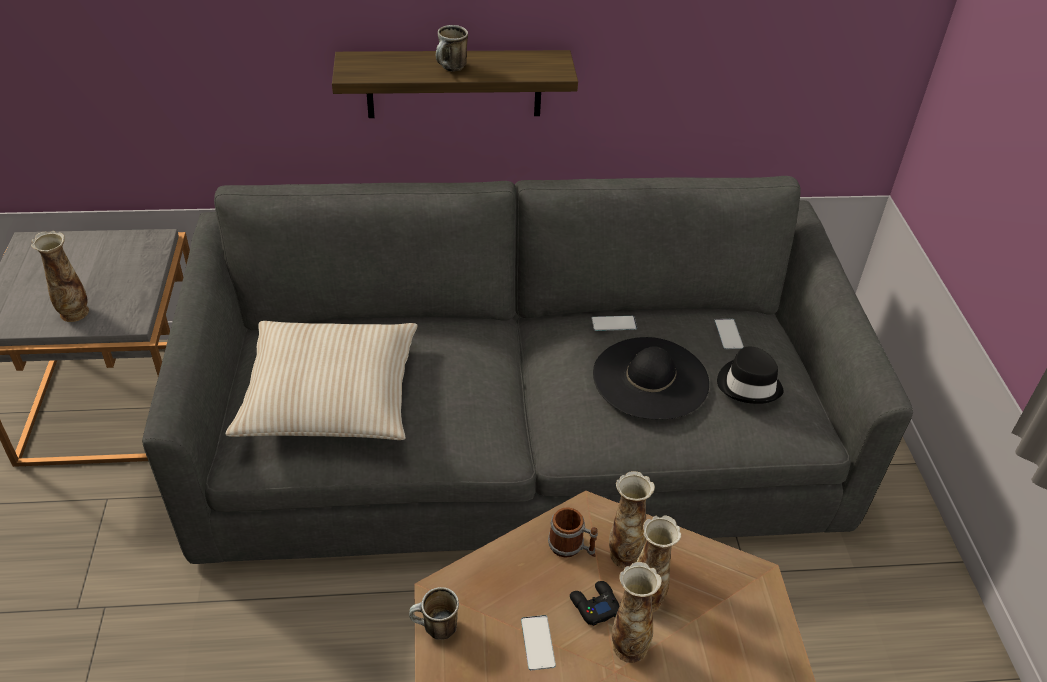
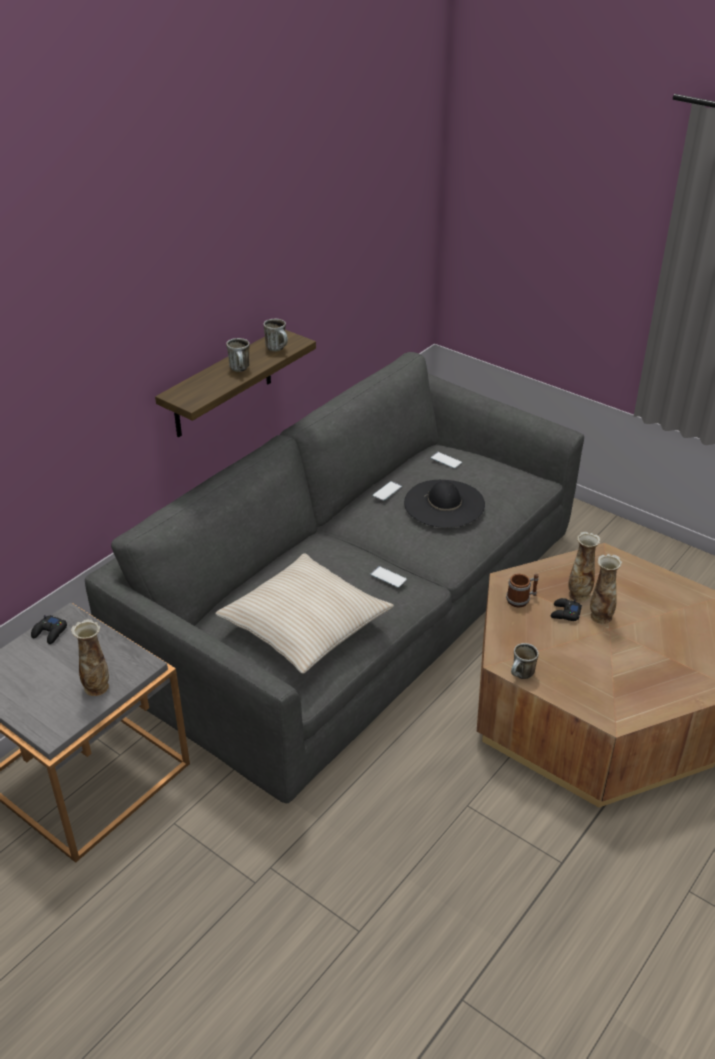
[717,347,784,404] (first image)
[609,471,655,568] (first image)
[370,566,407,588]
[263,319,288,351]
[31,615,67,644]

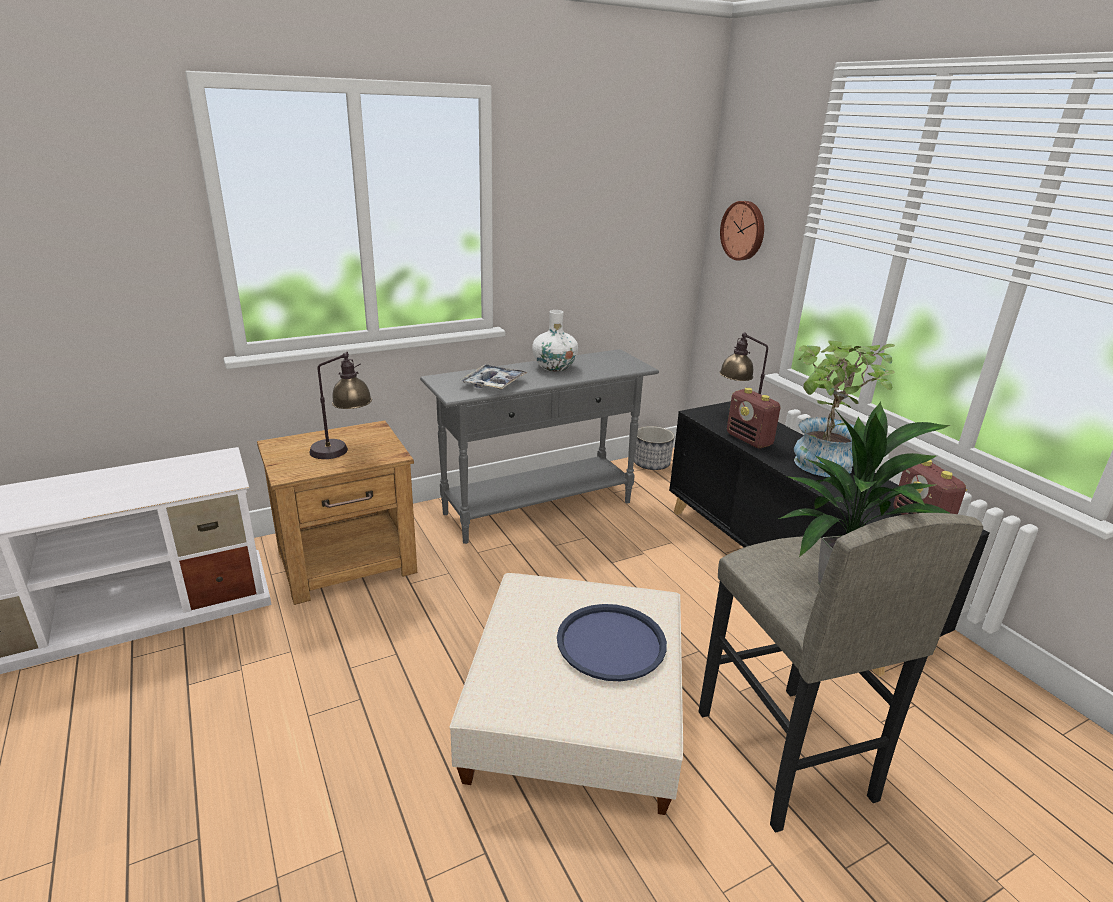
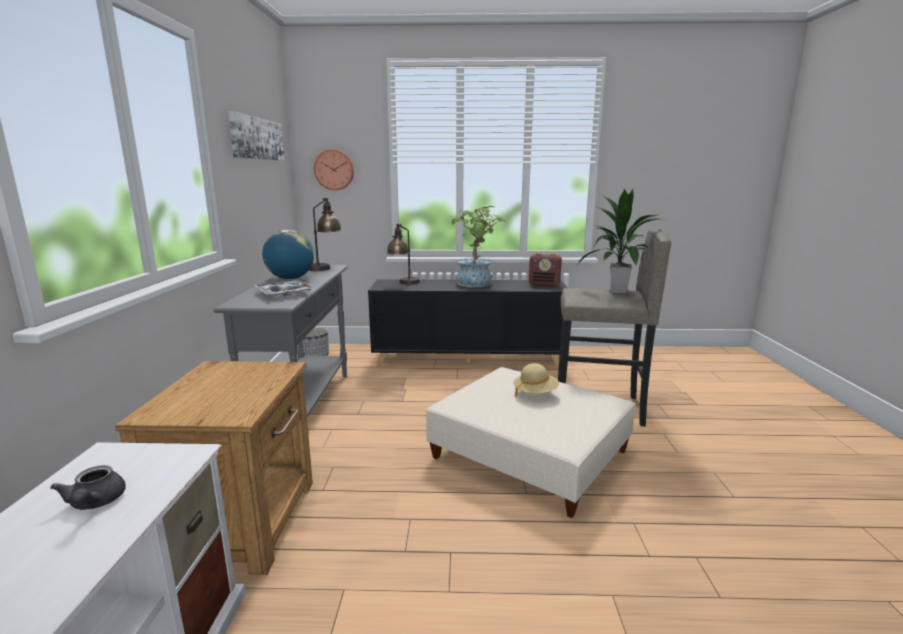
[262,230,314,279]
[309,197,342,271]
[727,388,781,448] (first image)
[513,363,559,398]
[228,111,284,161]
[50,465,126,510]

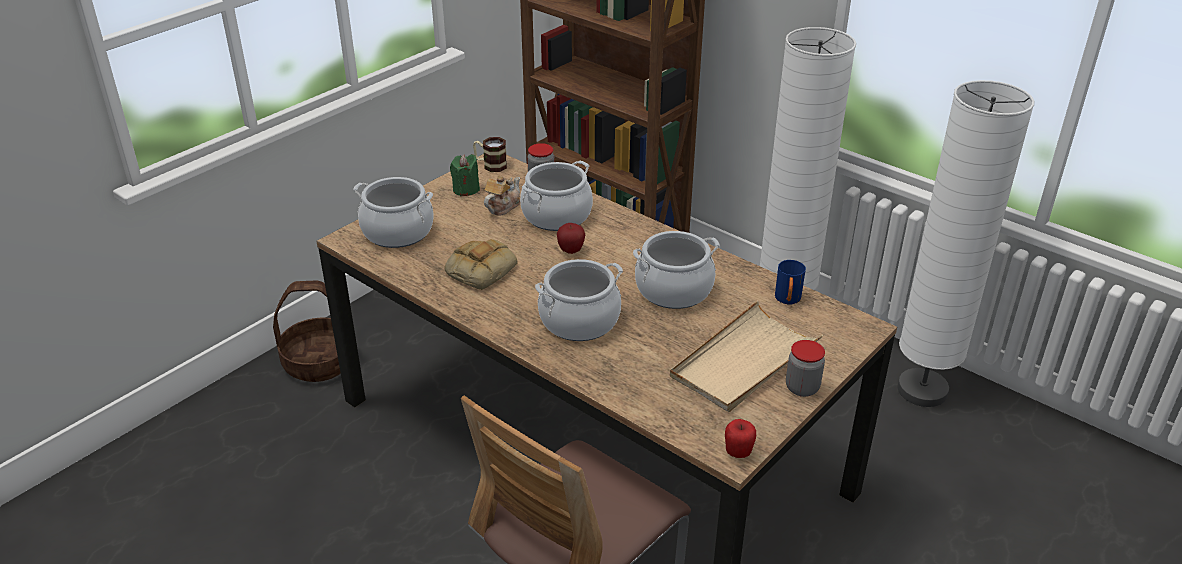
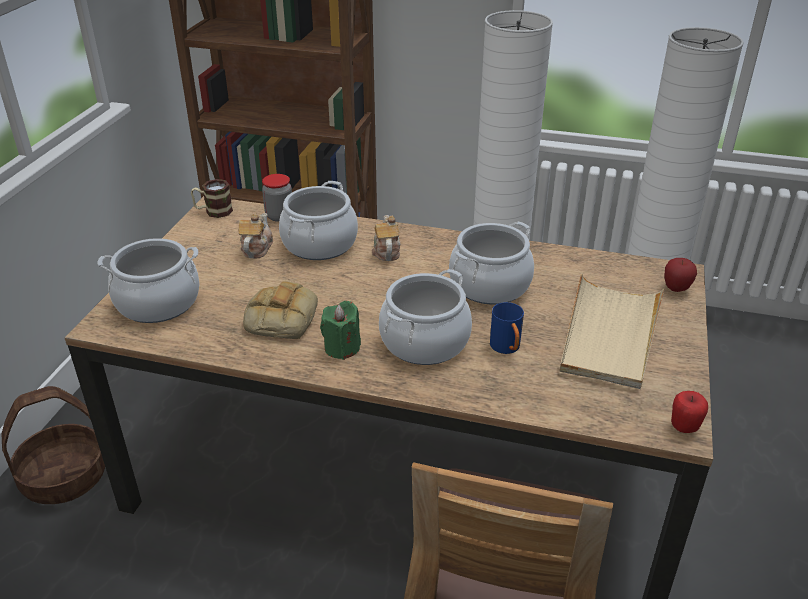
[320,301,361,360]
[664,258,697,292]
[490,302,524,354]
[786,340,825,397] (first image)
[372,215,400,261]

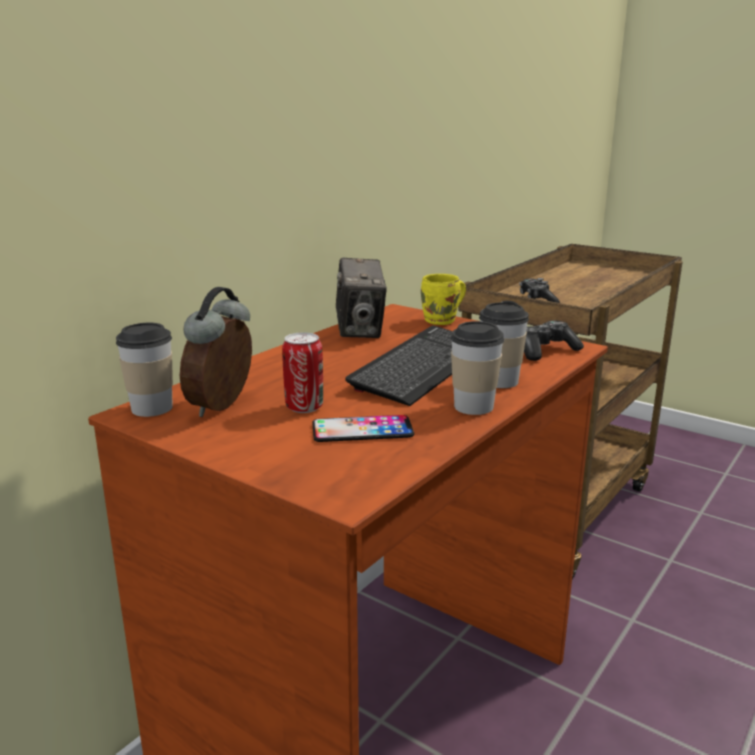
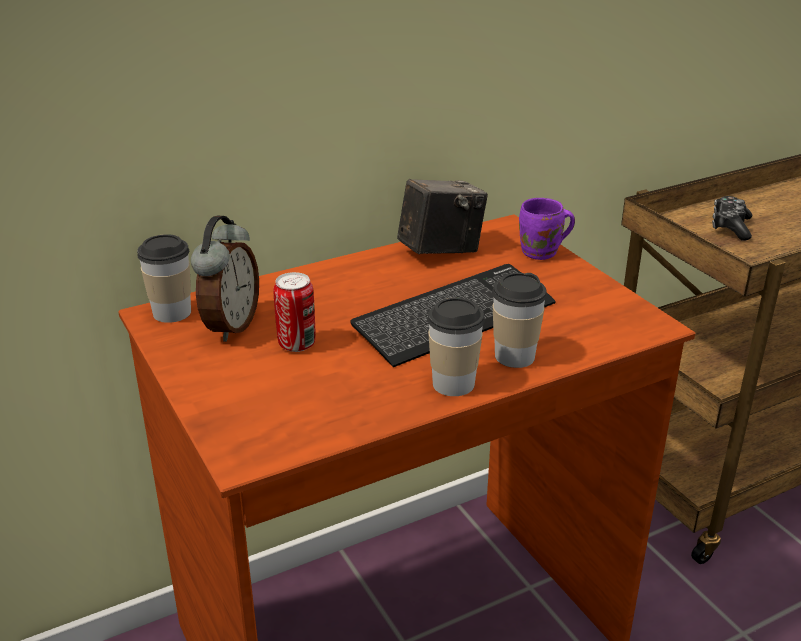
[397,179,488,254]
[519,198,575,260]
[191,216,259,342]
[524,321,584,361] (first image)
[312,415,414,442] (first image)

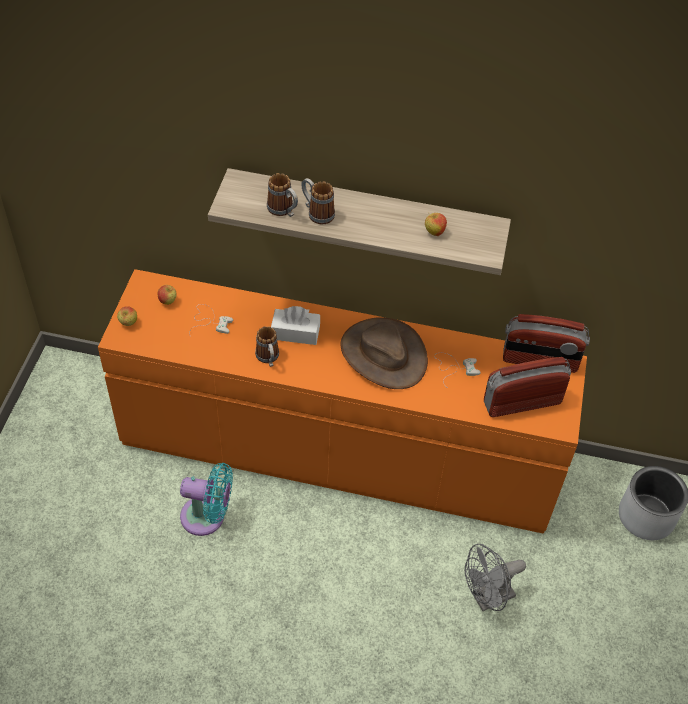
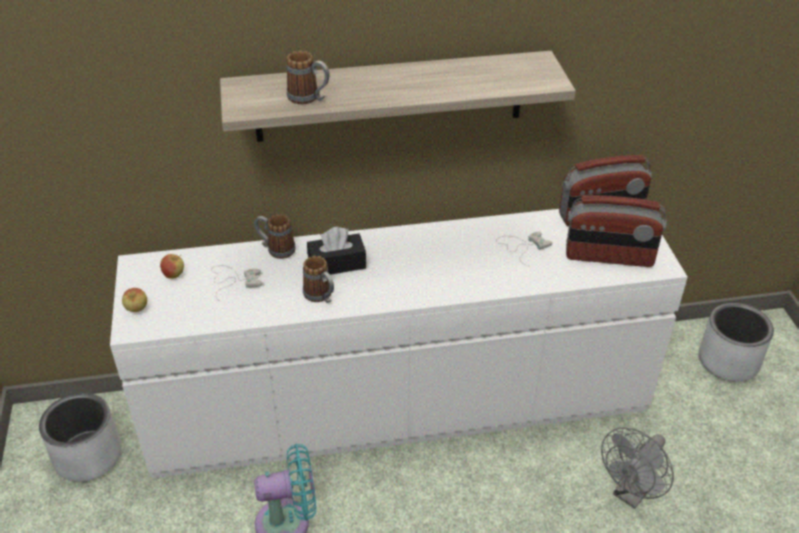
[254,214,296,259]
[425,212,447,236] (first image)
[110,209,688,479]
[307,227,366,275]
[341,317,428,389] (first image)
[566,195,667,267]
[39,393,122,482]

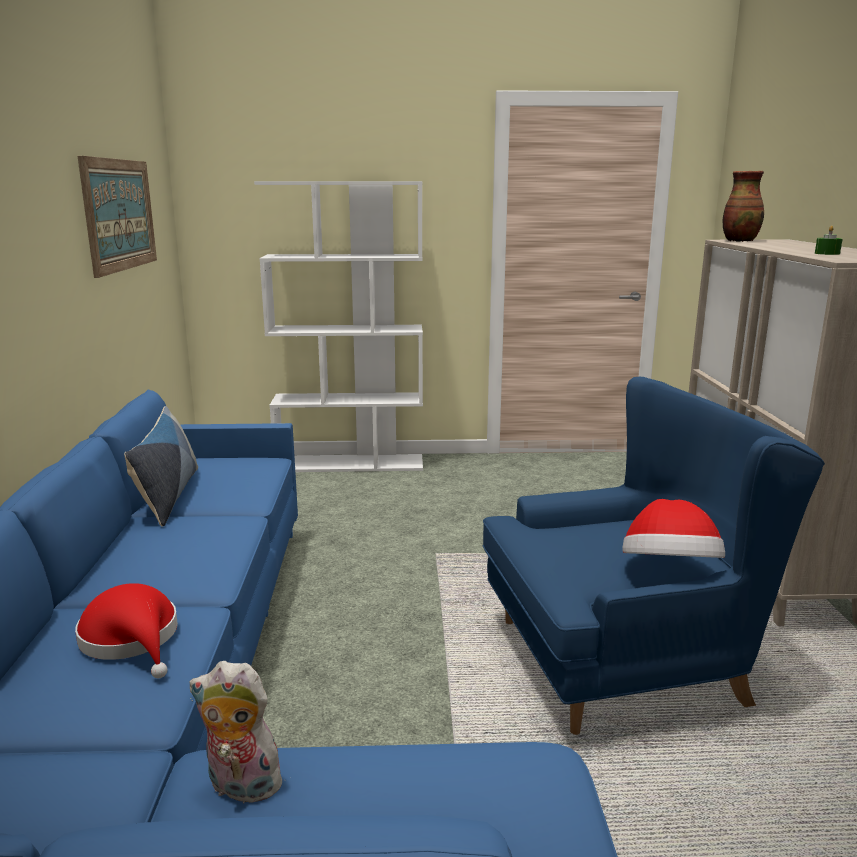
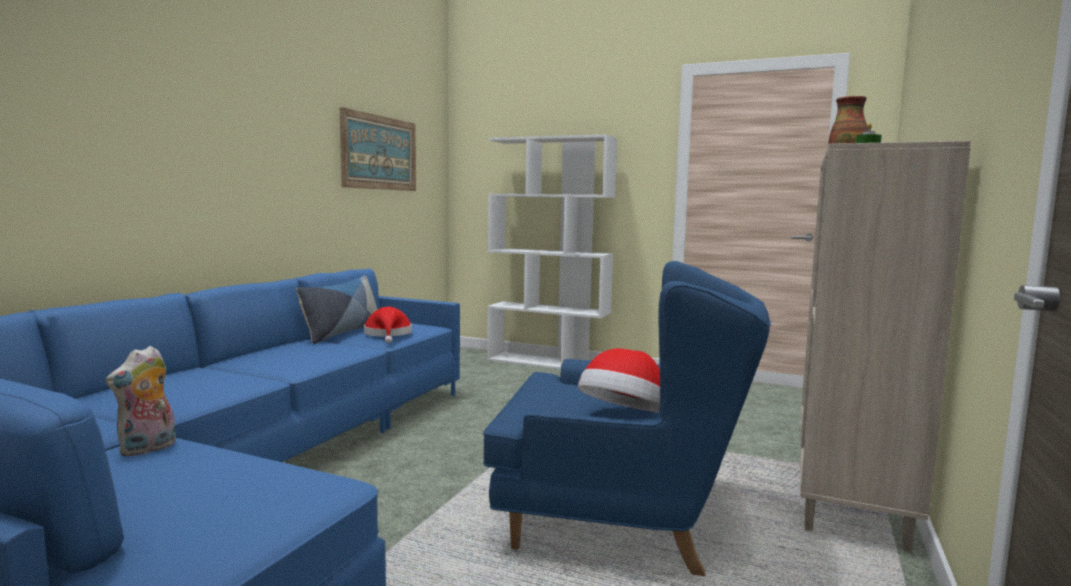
[364,307,412,343]
[105,346,176,456]

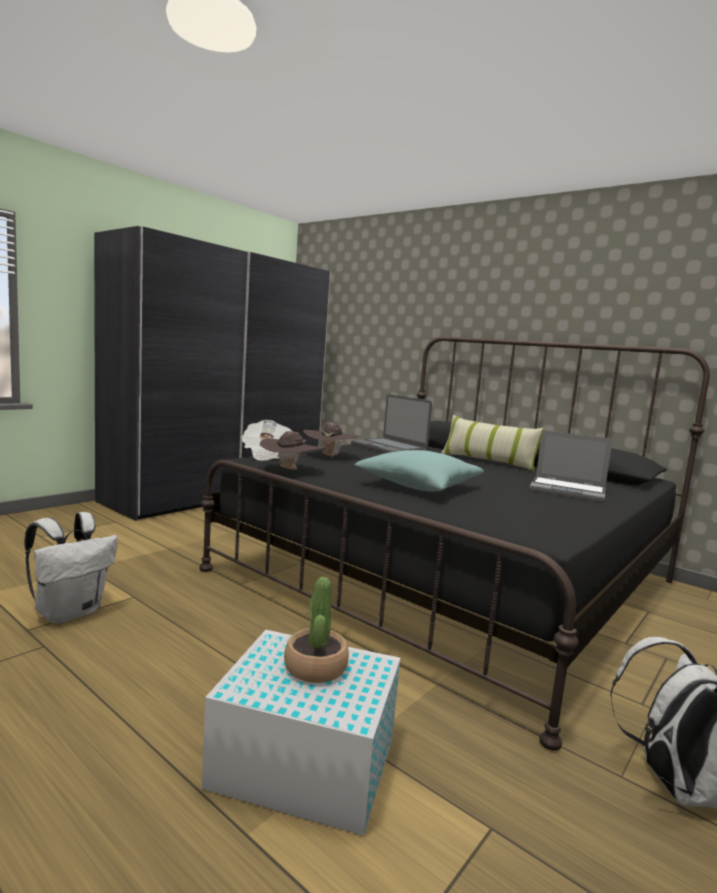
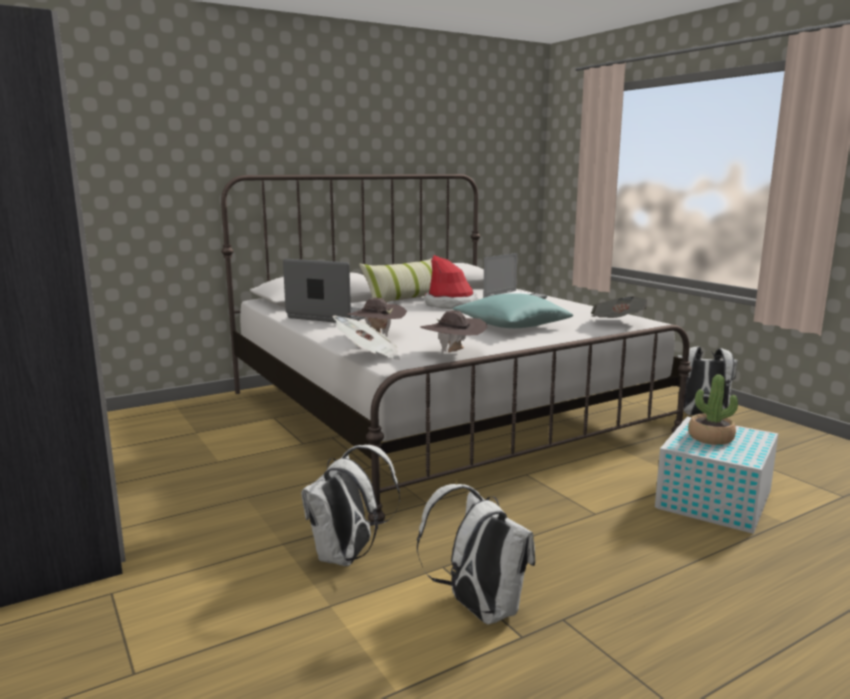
[221,174,692,522]
[283,259,365,323]
[424,255,479,309]
[591,296,648,318]
[301,445,400,566]

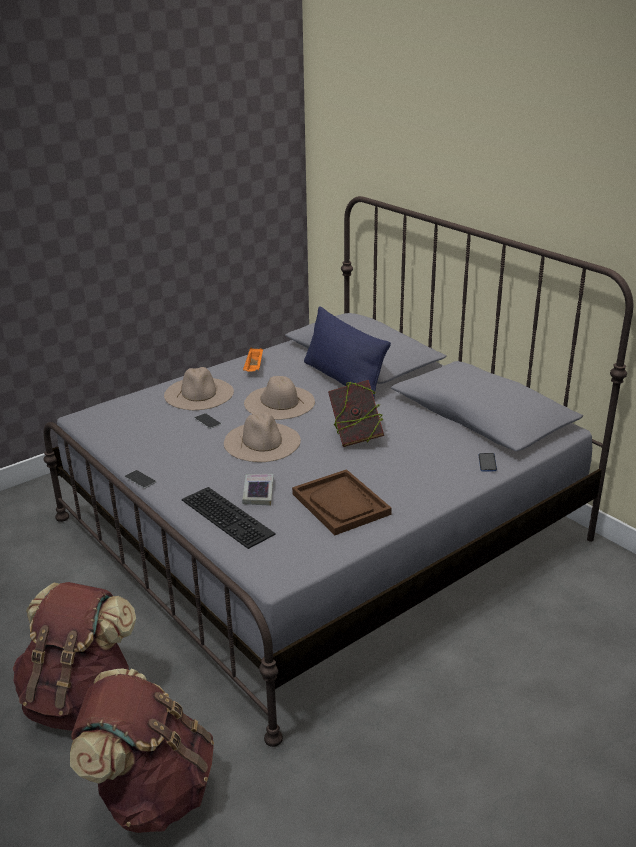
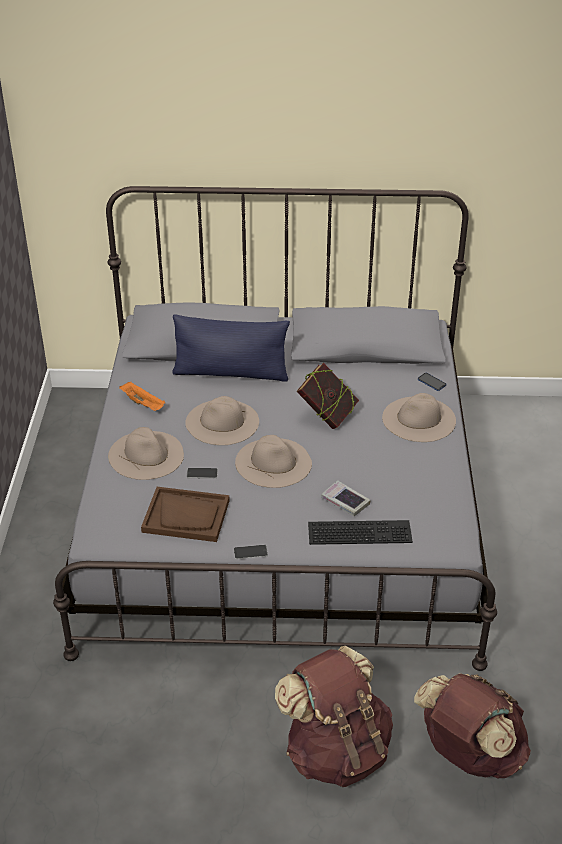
[141,487,230,542]
[382,393,456,442]

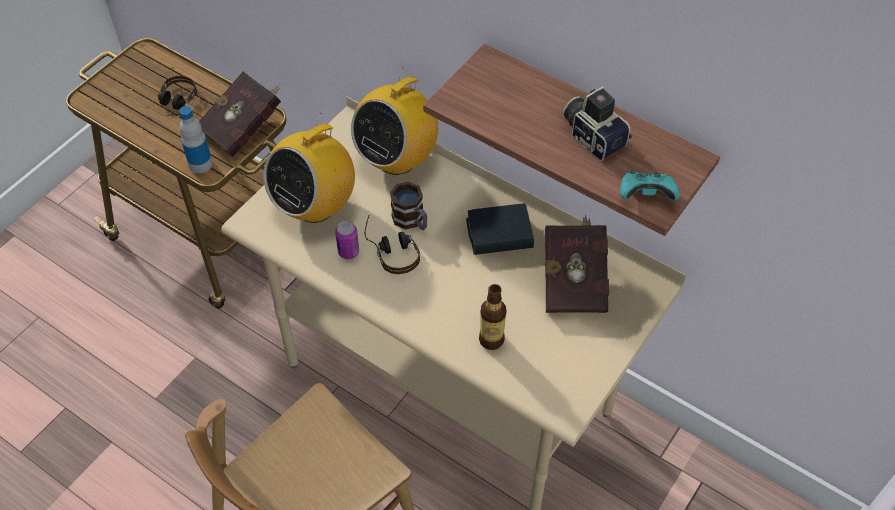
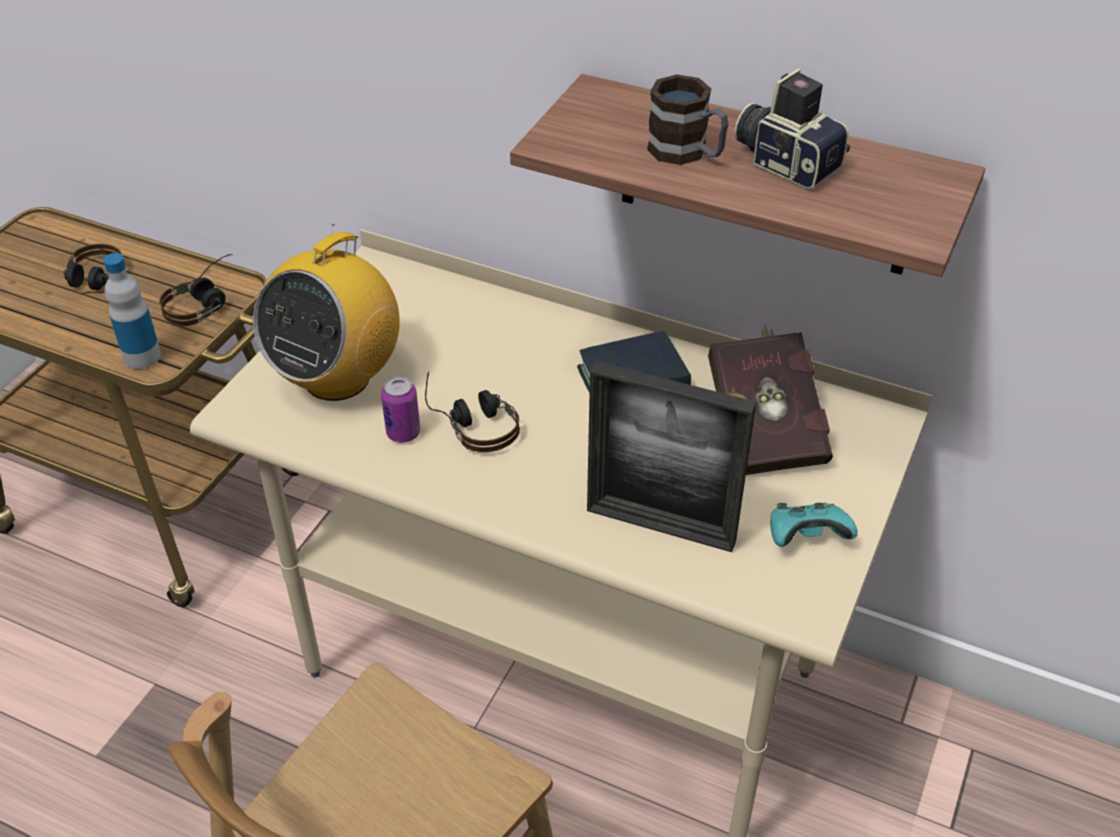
[351,67,438,175] (first image)
[159,254,233,326]
[770,502,858,547]
[647,74,729,165]
[587,361,756,552]

